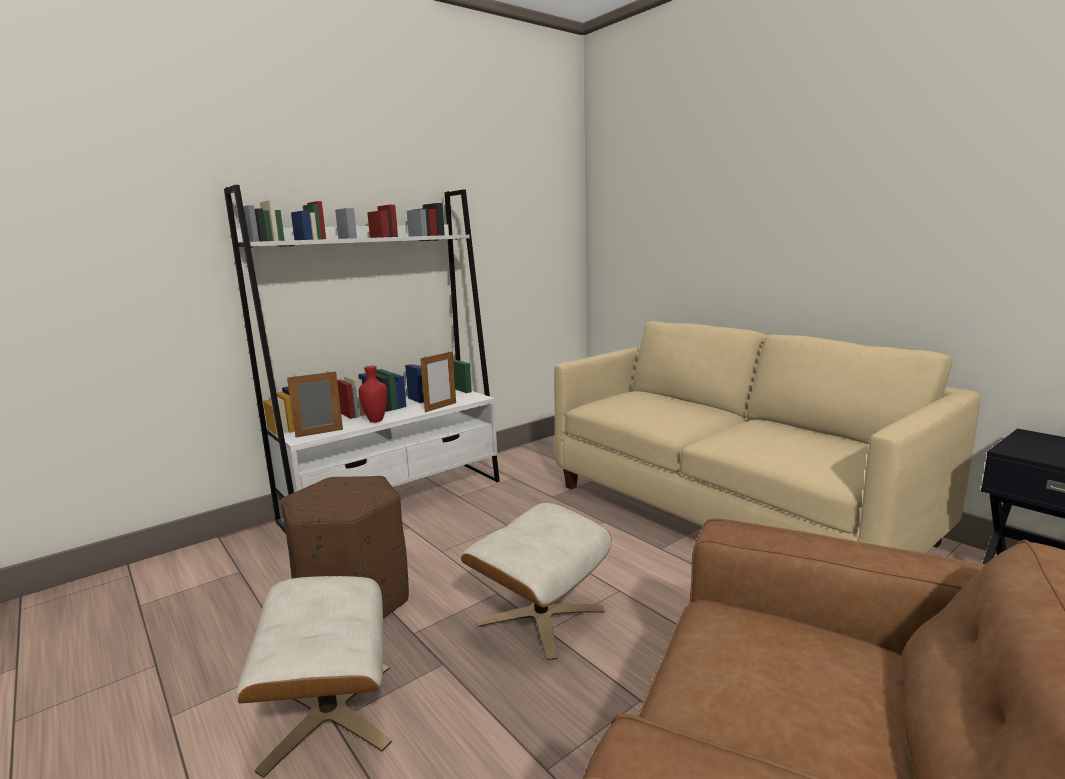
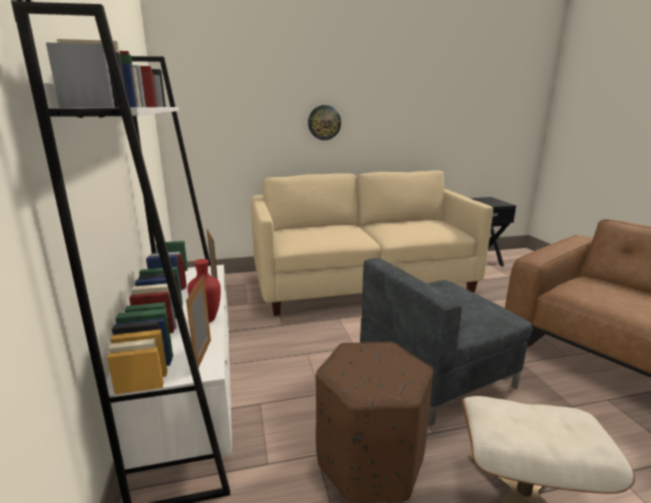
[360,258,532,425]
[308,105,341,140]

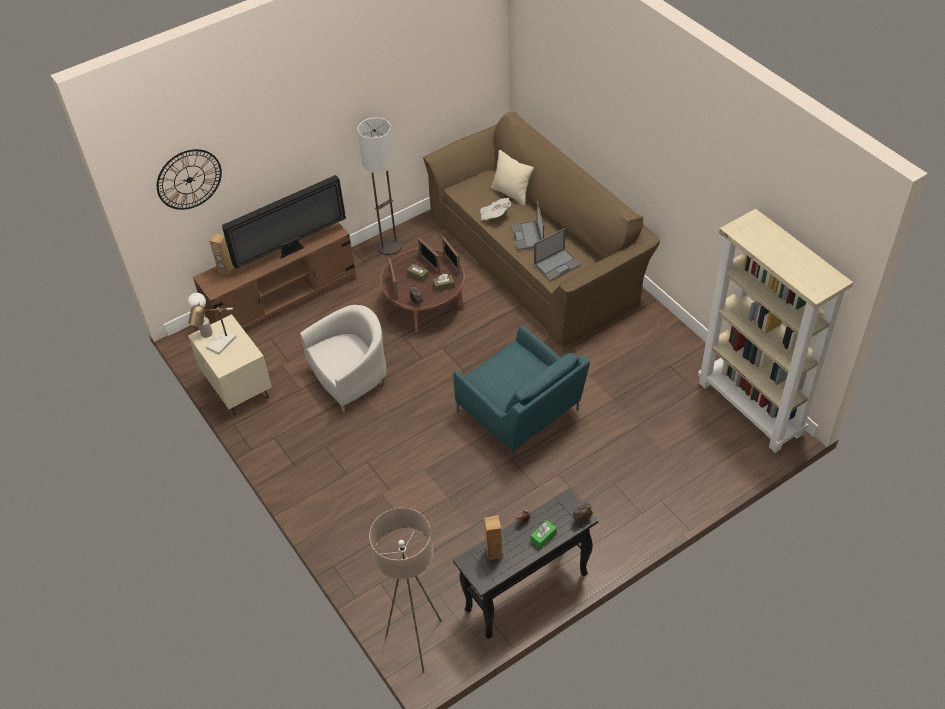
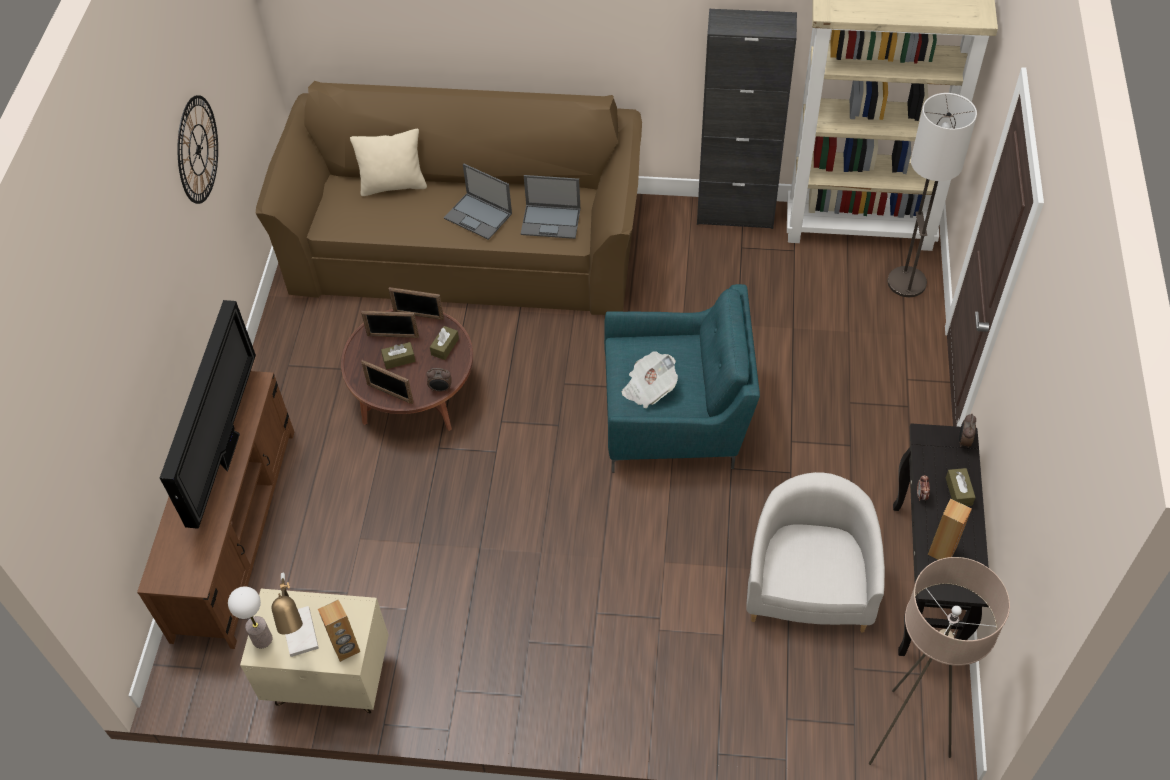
[888,93,977,297]
[178,95,218,204]
[622,351,678,408]
[521,175,581,239]
[318,600,360,662]
[746,472,885,633]
[946,468,976,506]
[697,9,797,229]

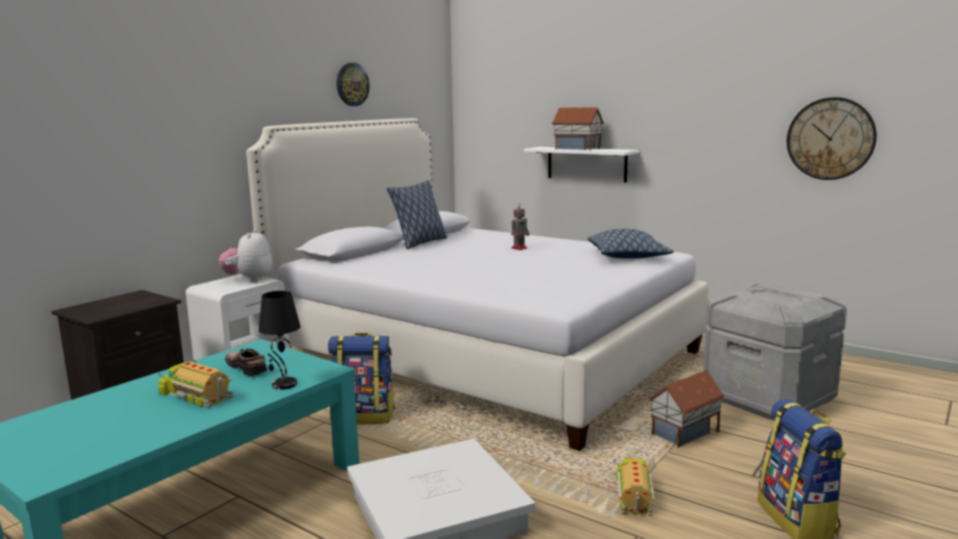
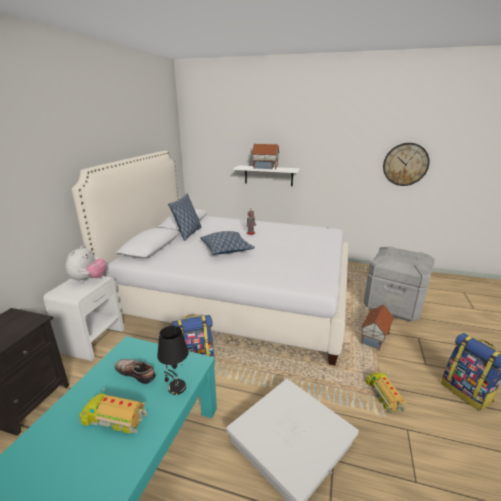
[337,63,370,106] (first image)
[65,245,106,283]
[200,231,255,255]

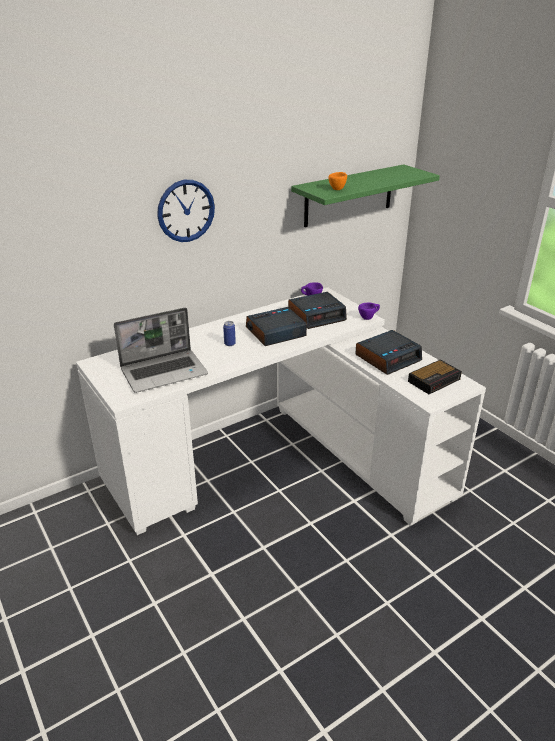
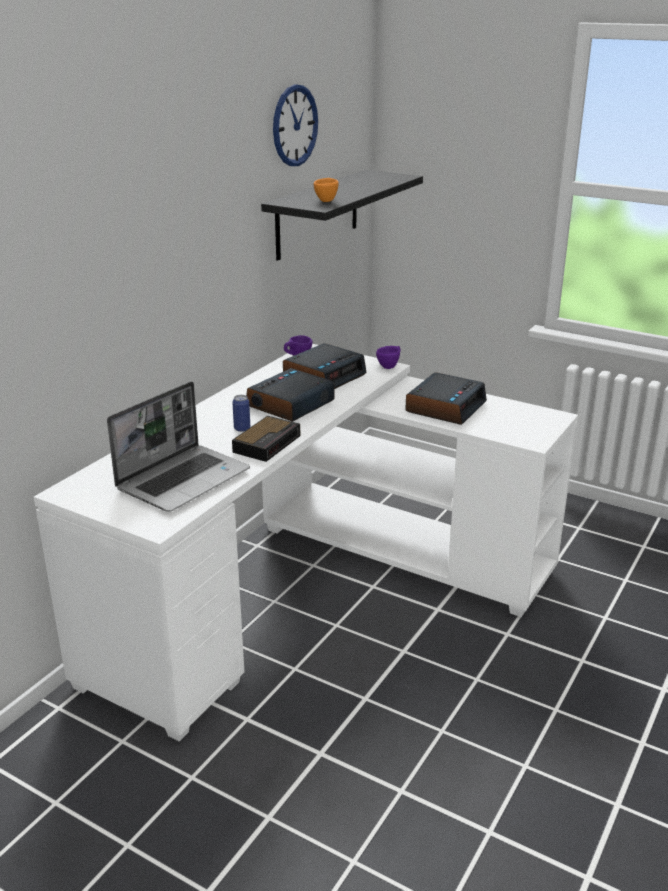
[261,170,423,261]
[273,84,318,166]
[232,416,300,462]

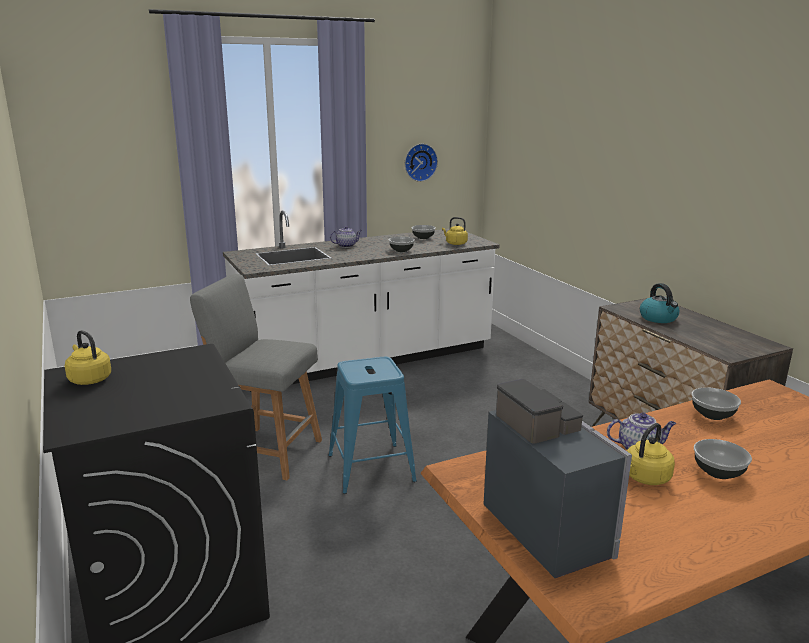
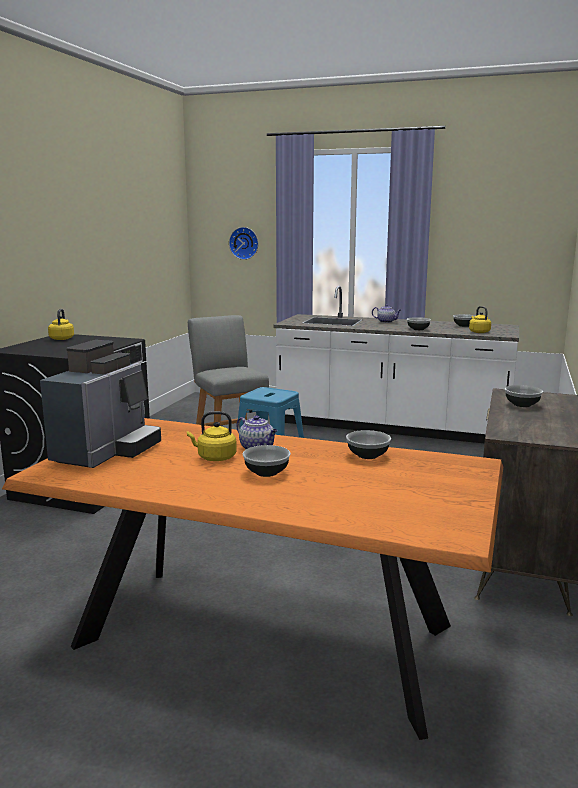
[229,227,258,260]
[505,385,543,407]

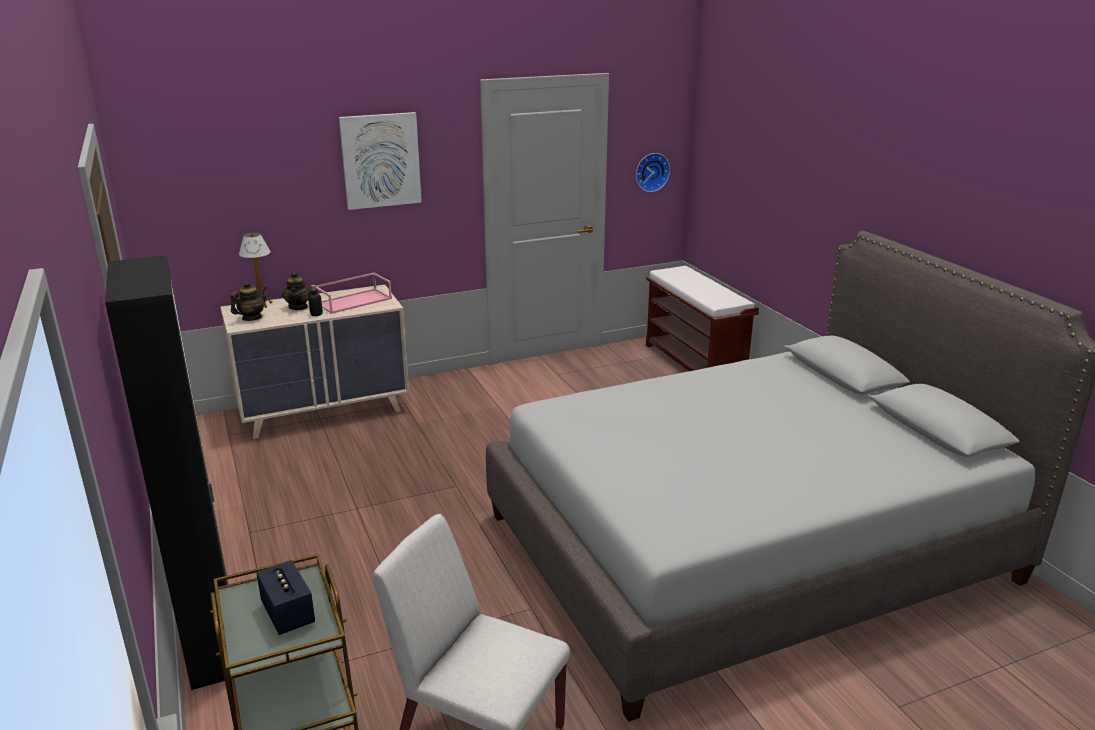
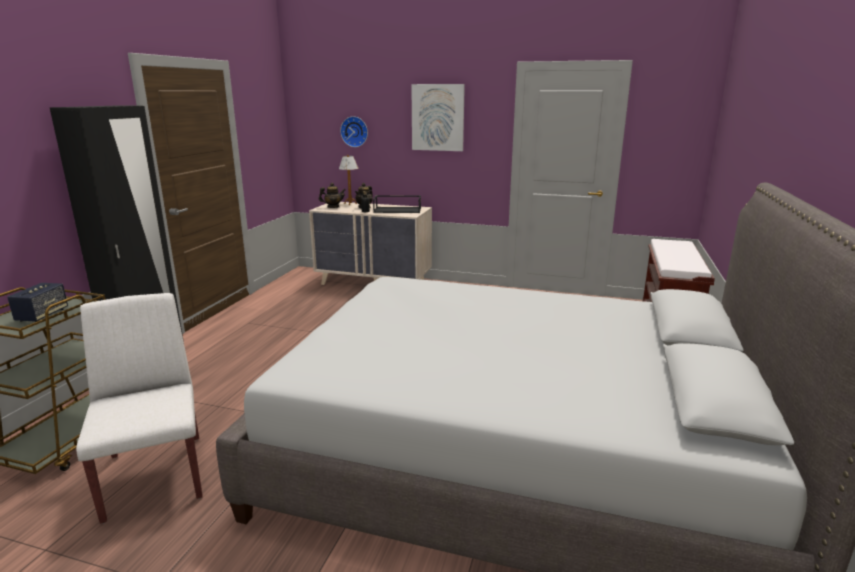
[340,116,368,147]
[373,195,421,213]

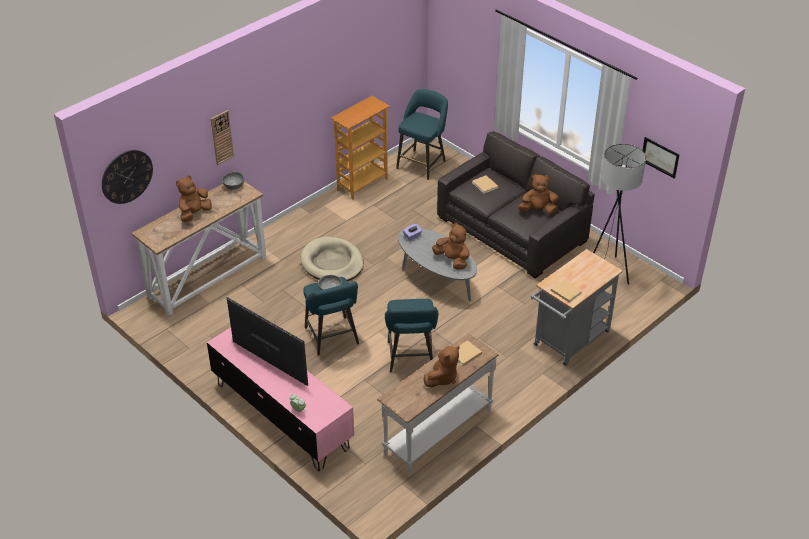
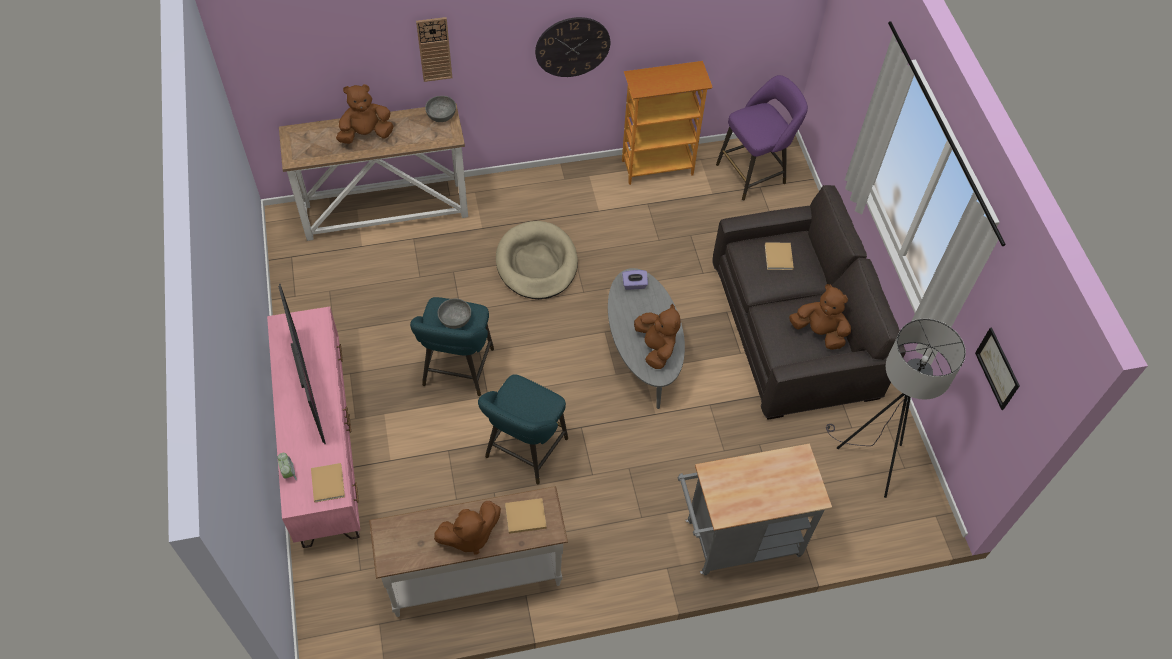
[716,75,808,201]
[535,17,610,77]
[311,463,345,502]

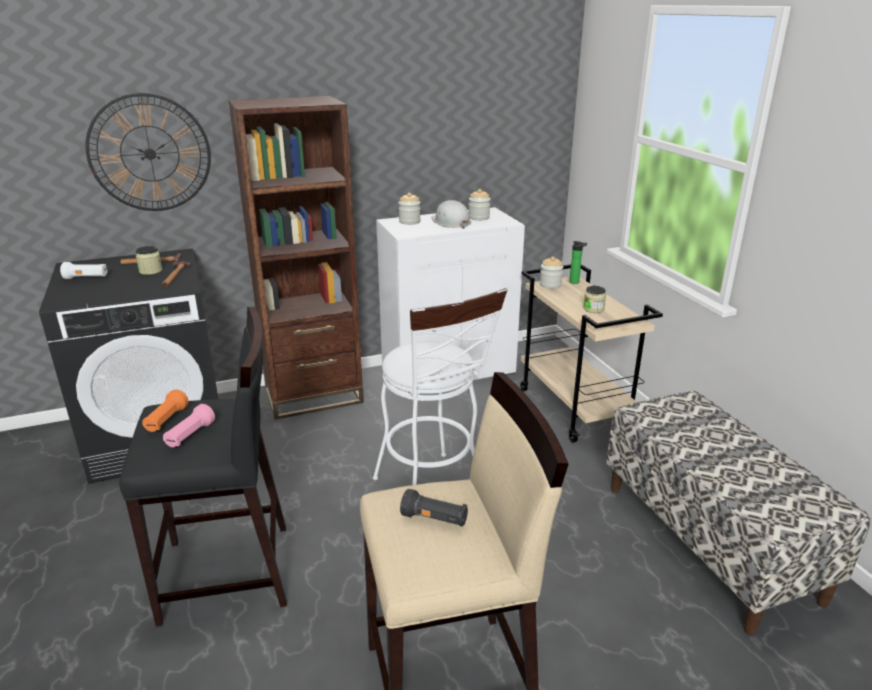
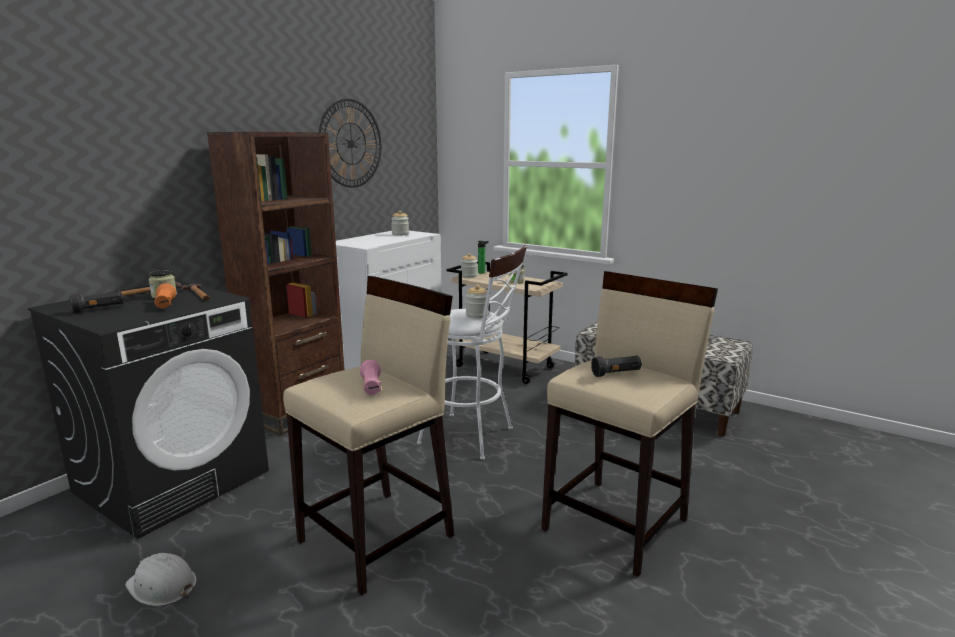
[318,98,381,188]
[466,285,489,319]
[125,553,196,606]
[69,291,124,313]
[283,276,454,596]
[155,283,176,308]

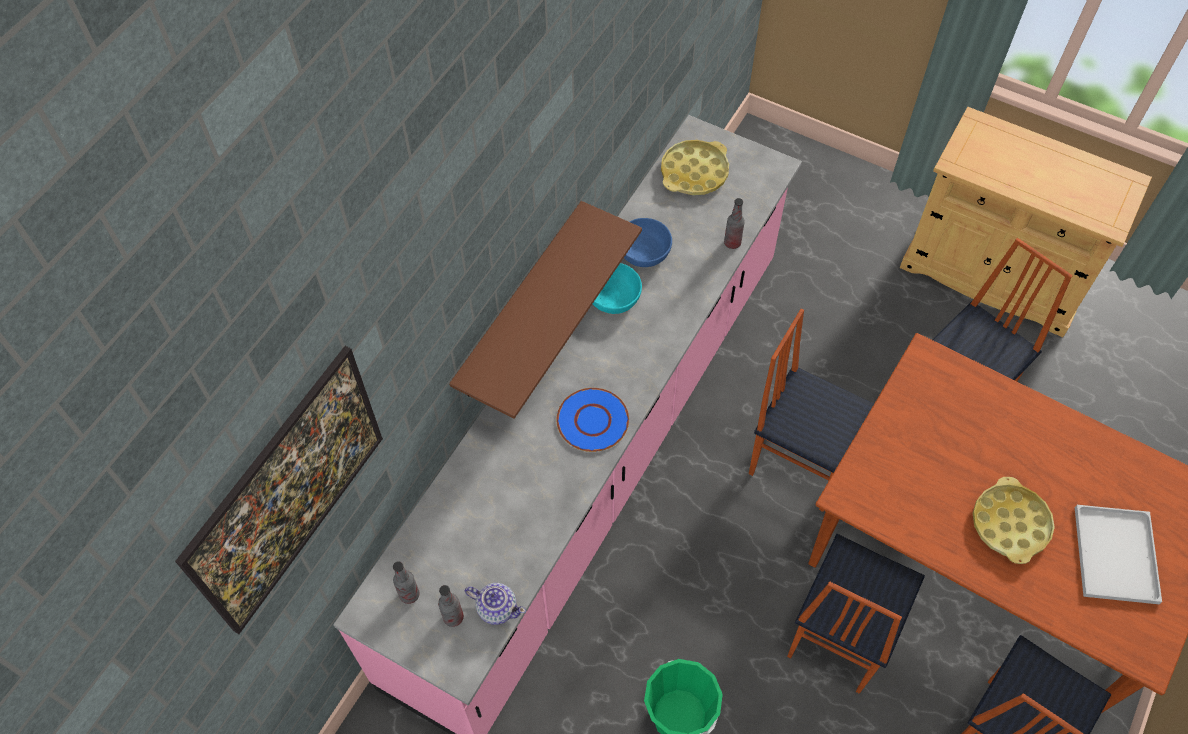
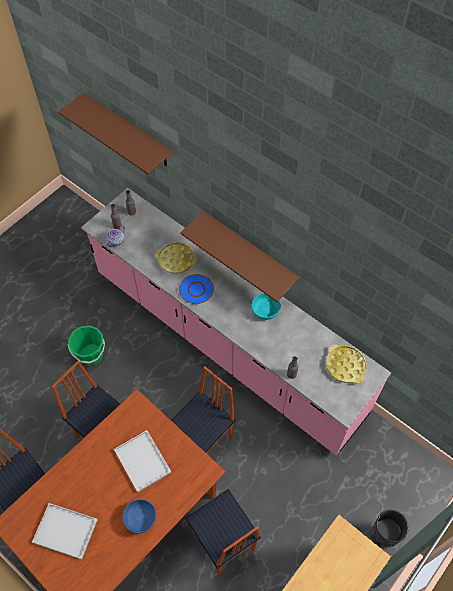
[123,499,156,534]
[58,93,173,174]
[155,242,198,274]
[114,430,172,492]
[371,510,409,547]

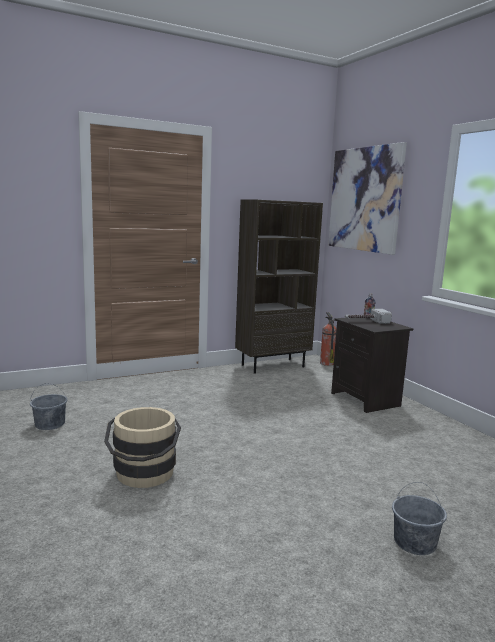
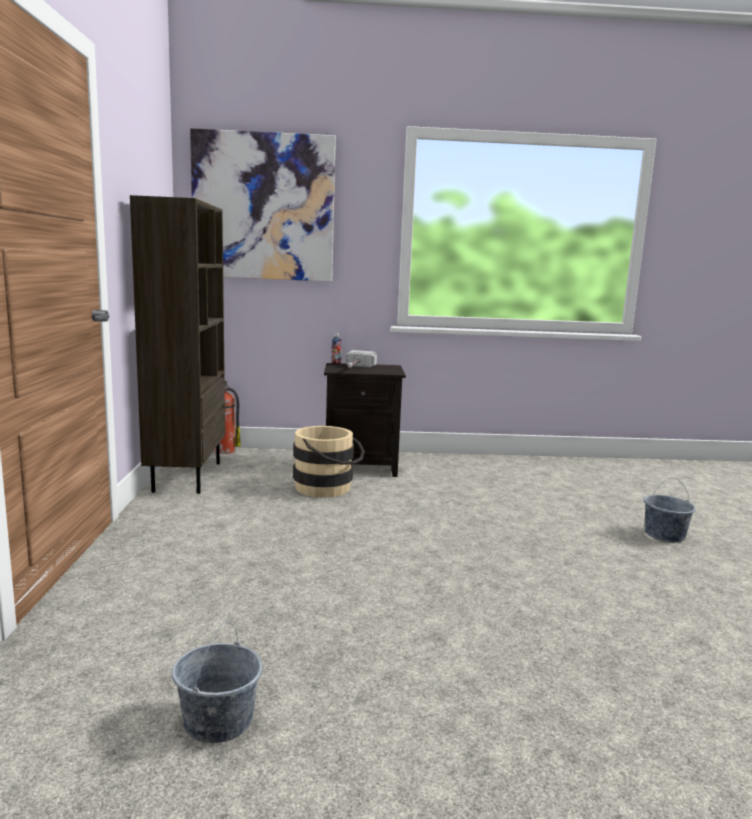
[293,426,365,498]

